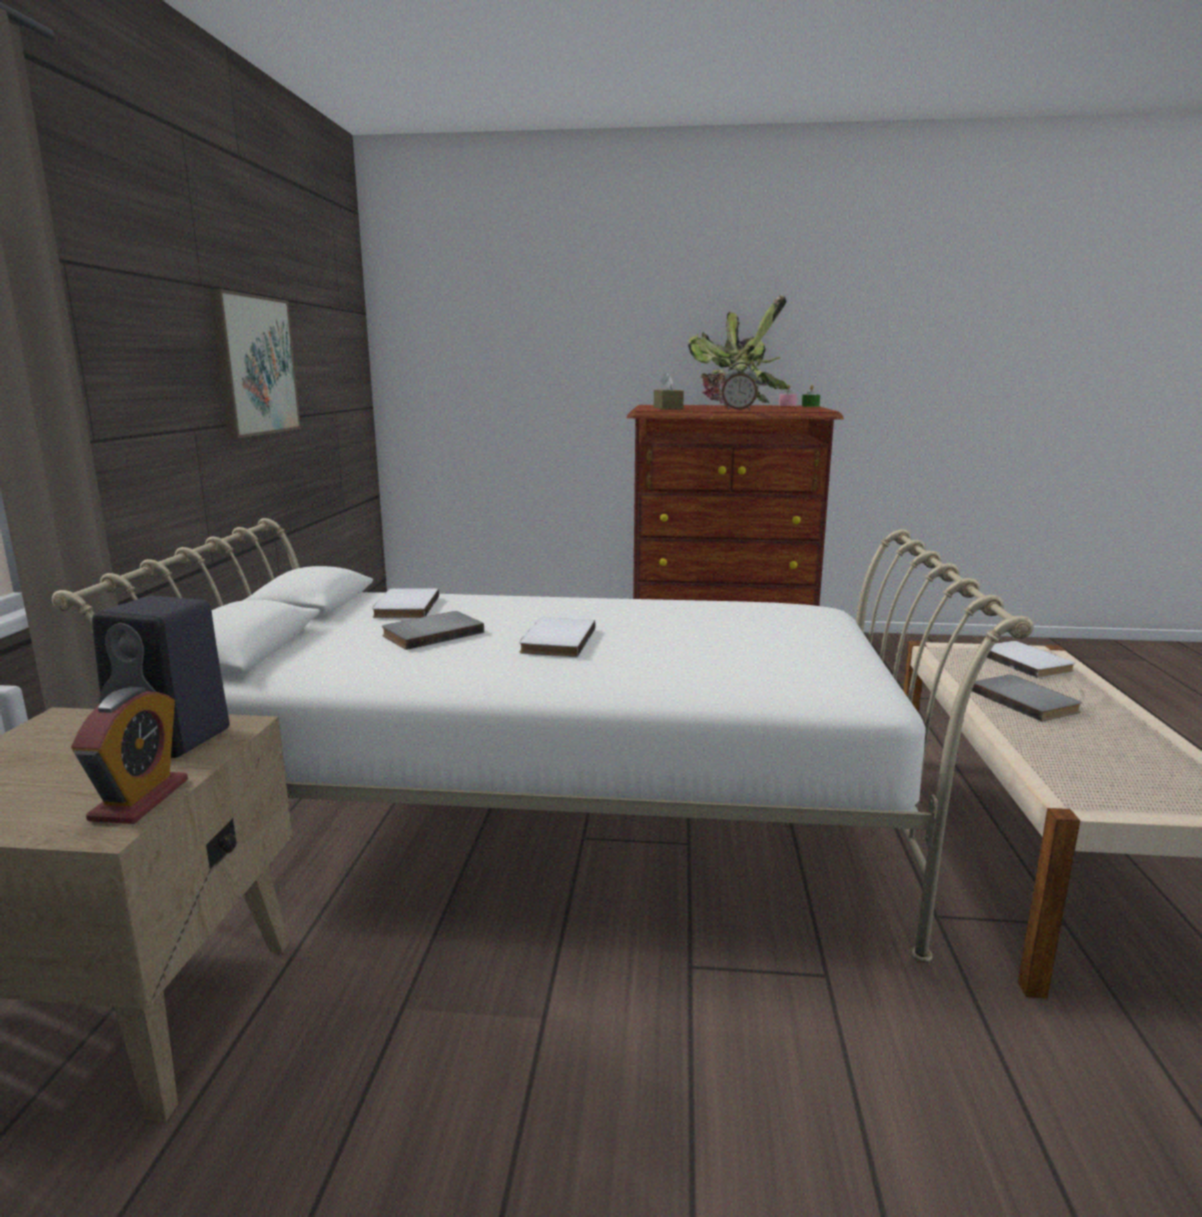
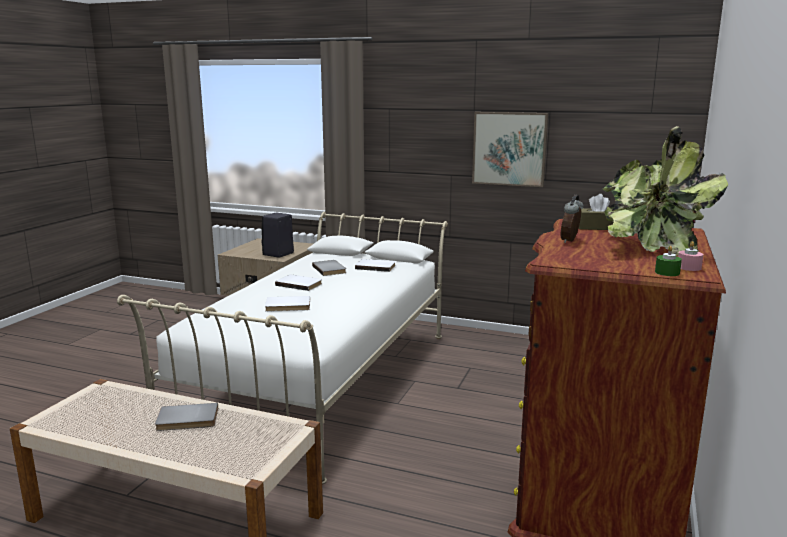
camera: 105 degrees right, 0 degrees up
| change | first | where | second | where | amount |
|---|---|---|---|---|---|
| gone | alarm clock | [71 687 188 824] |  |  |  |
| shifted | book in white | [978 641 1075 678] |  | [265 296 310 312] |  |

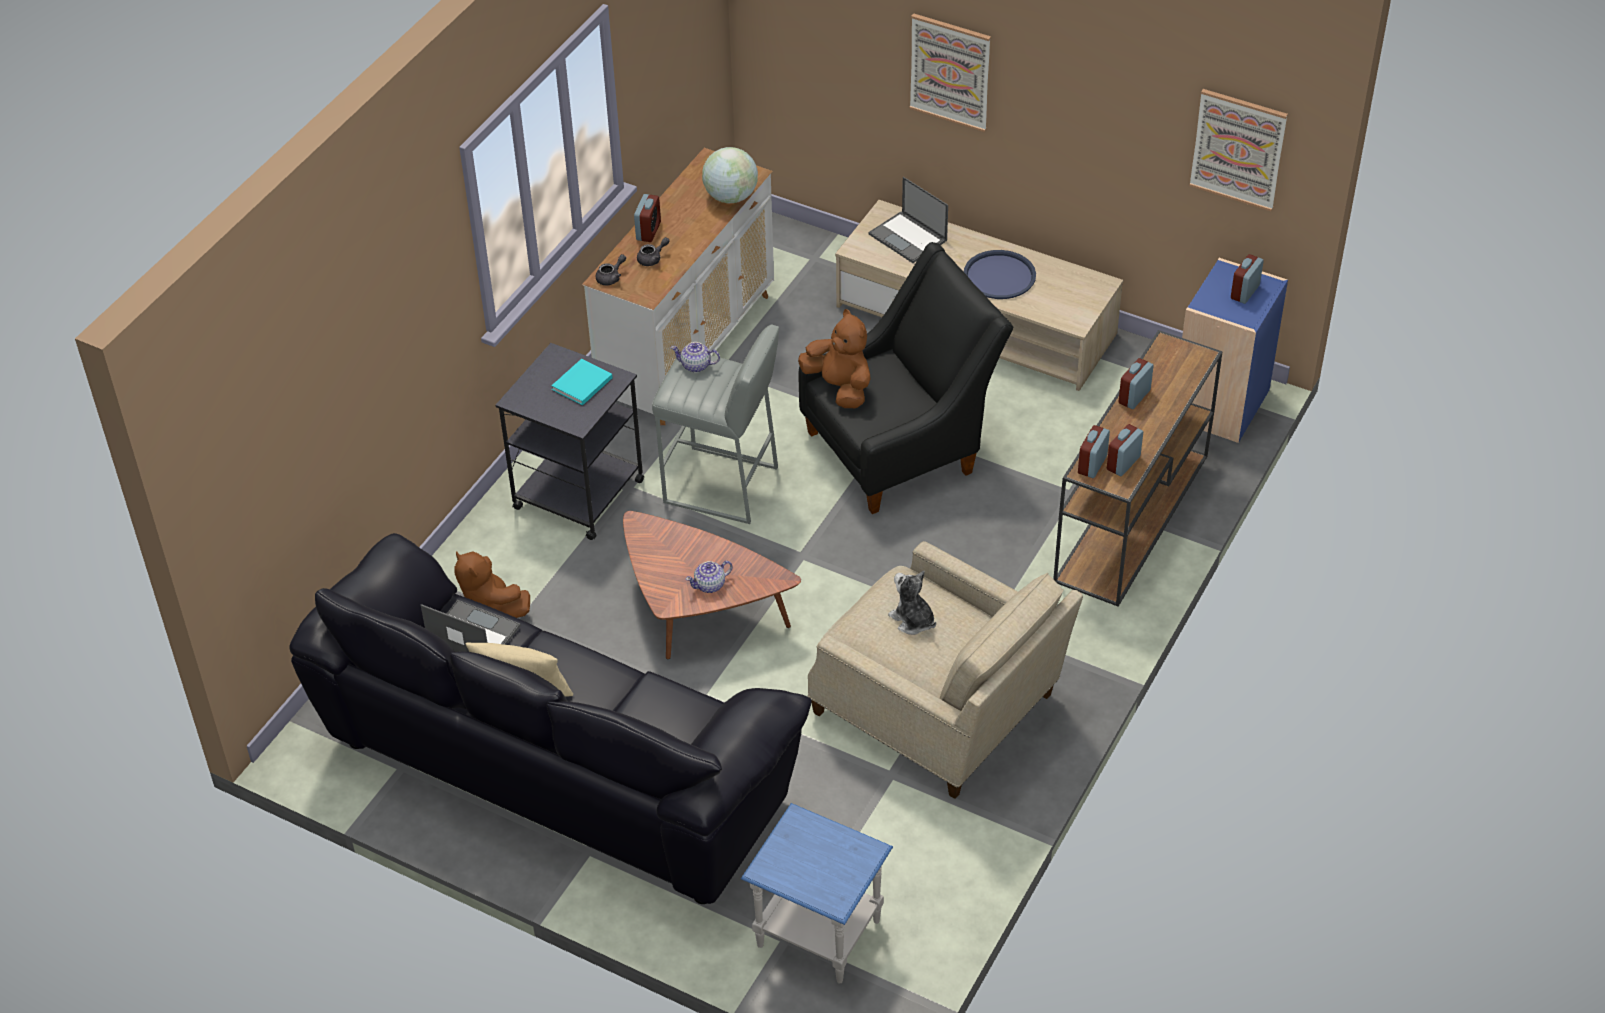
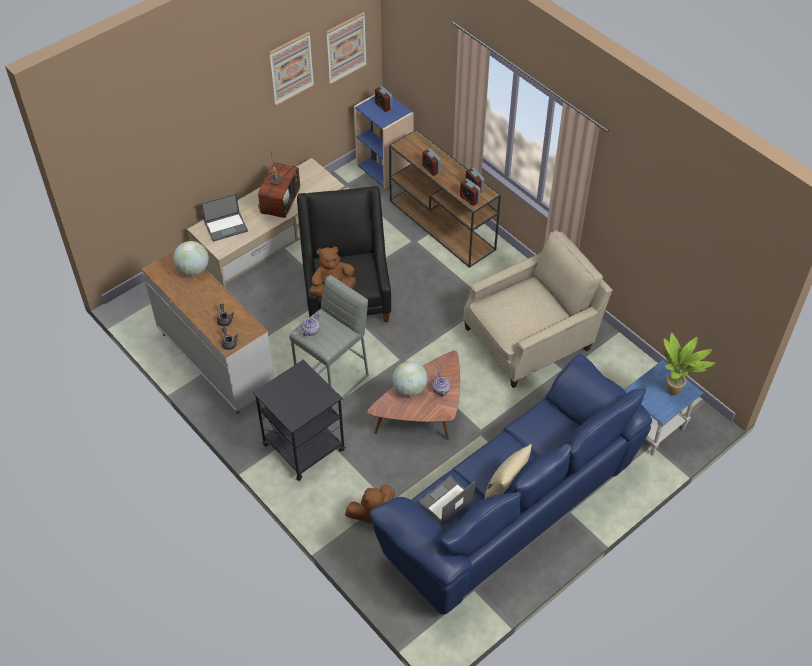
camera: 70 degrees left, 5 degrees up
| change | first | where | second | where | amount |
|---|---|---|---|---|---|
| gone | book in turquoise | [551 359 613 405] |  |  |  |
| gone | alarm clock | [634 194 661 242] |  |  |  |
| gone | plush toy | [888 571 936 635] |  |  |  |
| new |  |  | globe | [392 361 428 396] |  |
| new |  |  | potted plant | [664 333 715 395] |  |
| shifted | picture | [909 13 991 132] |  | [269 32 314 106] |  |
| swapped | tray in blue | [964 250 1036 299] | television | [258 153 300 218] |  |
| repainted | sofa in black | [289 533 812 904] | sofa in blue | [369 354 652 615] |  |

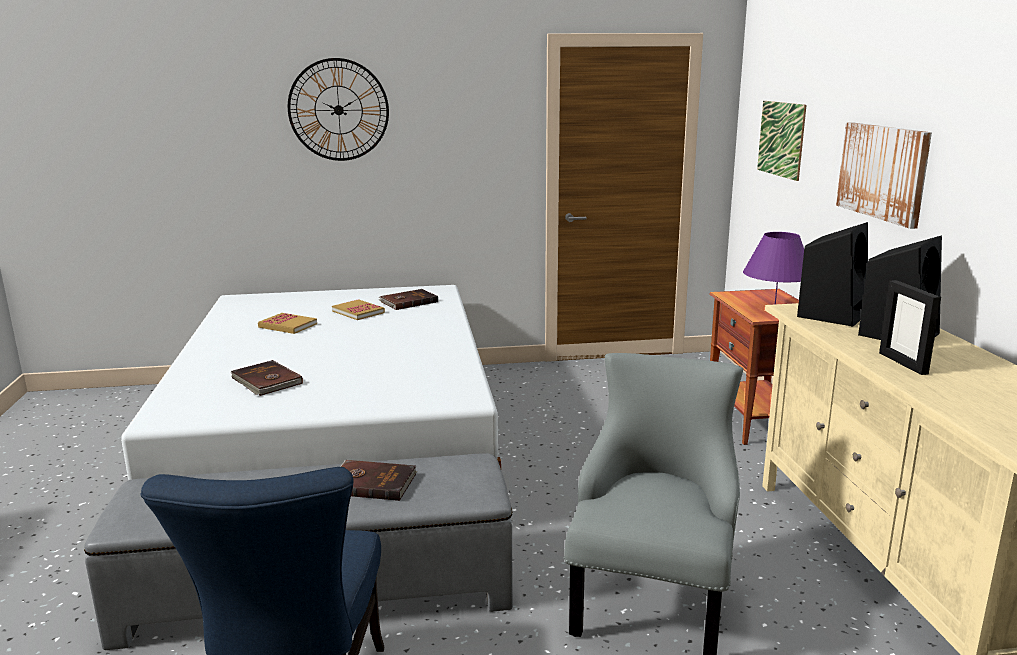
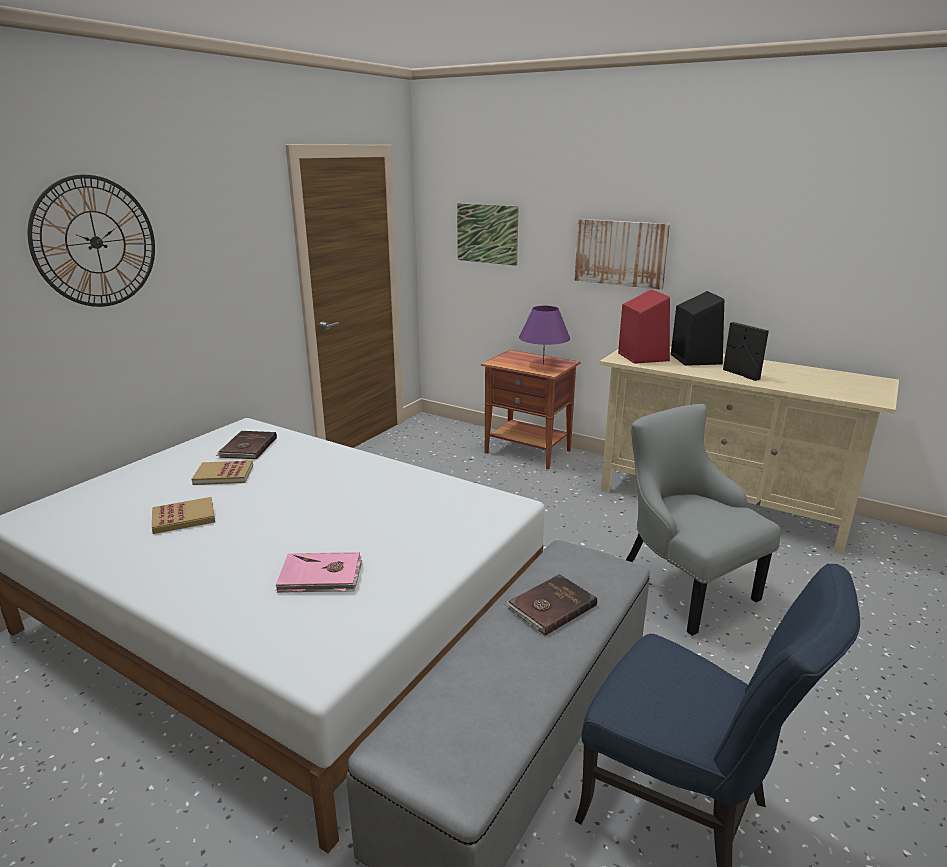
camera: 50 degrees left, 5 degrees up
| change | first | where | second | where | amount |
|---|---|---|---|---|---|
| repainted | book in brown | [231 360 303 396] | book in pink | [275 552 362 593] |  |
| repainted | speaker in black | [797 222 868 327] | speaker in red | [618 289 670 364] |  |
| rotated | picture frame | [879 280 941 375] |  | [723 322 769 381] | 150 degrees counterclockwise |

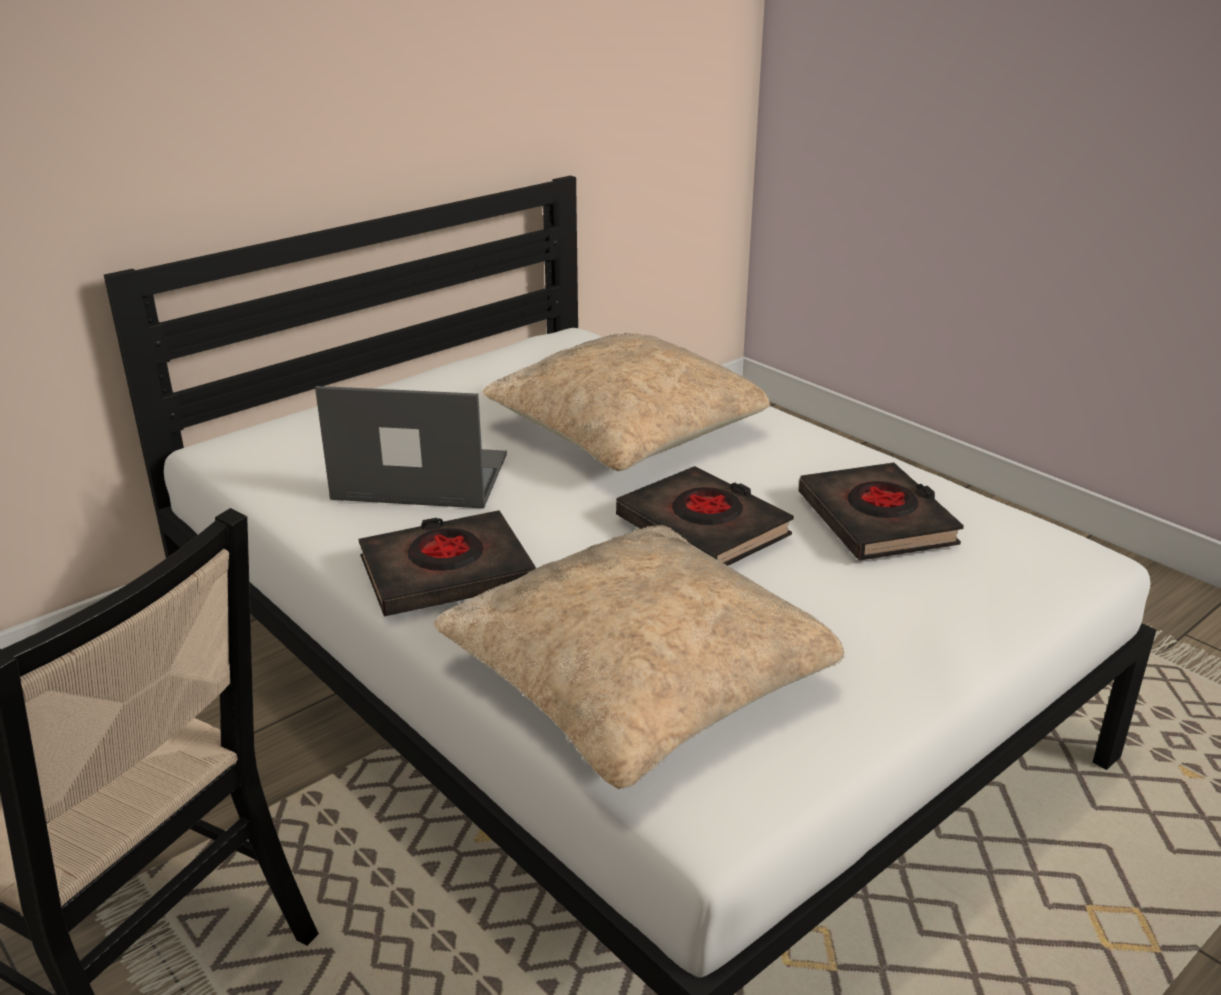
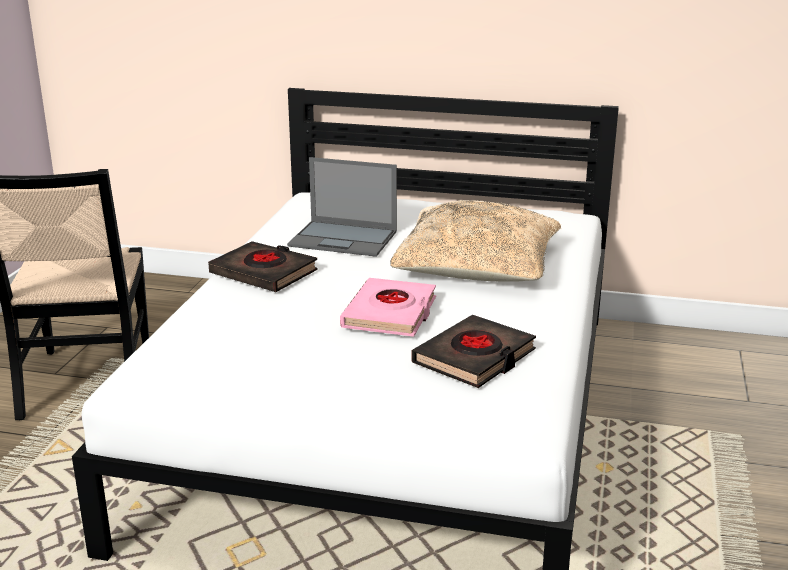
camera: 55 degrees right, 5 degrees down
| change | first | where | second | where | amount |
|---|---|---|---|---|---|
| gone | pillow in beige | [433 525 845 789] |  |  |  |
| repainted | book in black | [616 466 794 566] | book in pink | [340 278 436 337] |  |
| rotated | laptop | [315 386 507 509] |  | [287 157 397 257] | 135 degrees clockwise |

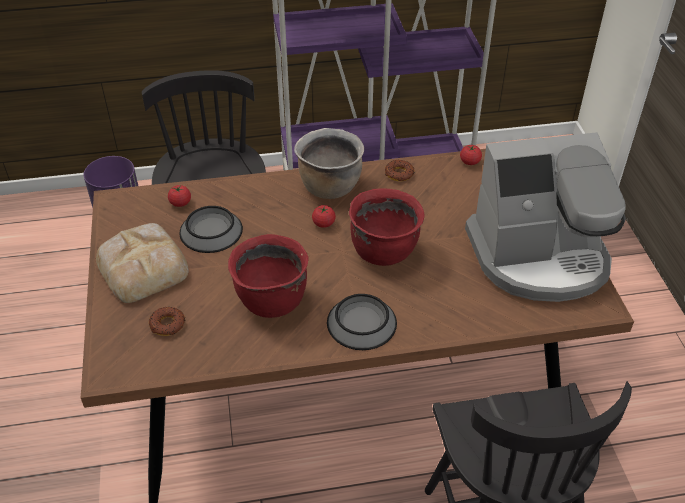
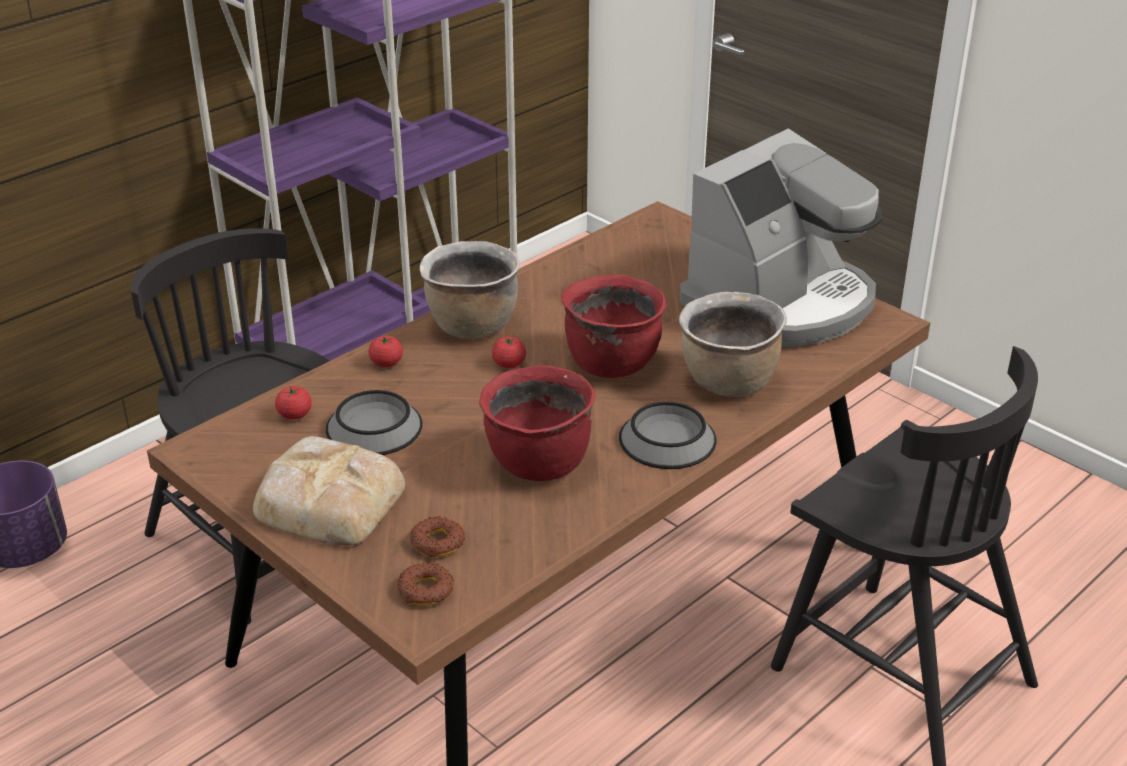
camera: 35 degrees left, 10 degrees down
| change | first | where | second | where | amount |
|---|---|---|---|---|---|
| new |  |  | cooking pot in brown | [679 292 787 397] |  |
| shifted | donut | [385 160 414 181] |  | [397 563 454 606] |  |
| shifted | tomato | [460 145 482 165] |  | [369 336 403 367] |  |

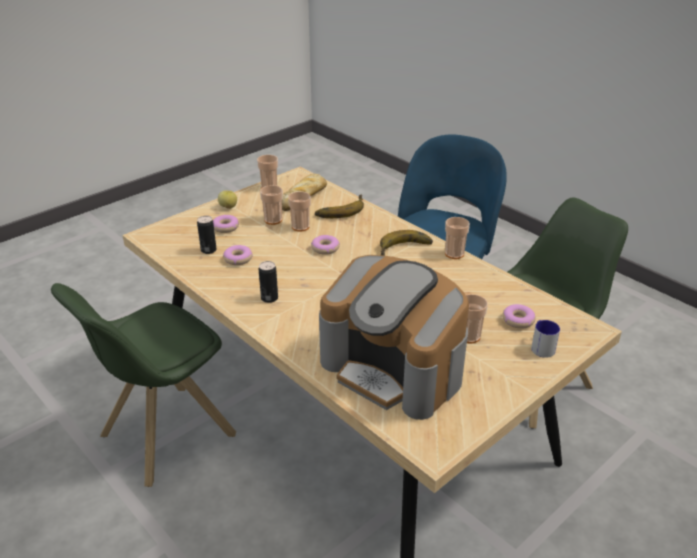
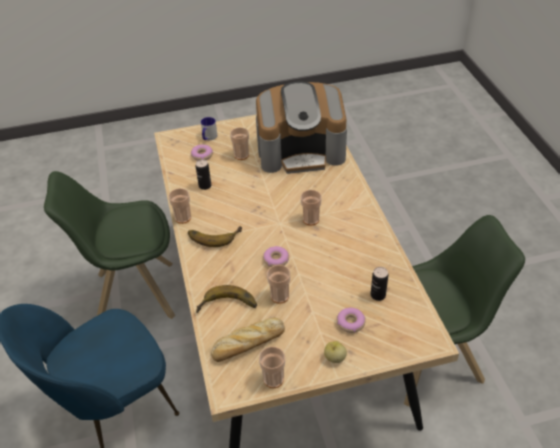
camera: 150 degrees left, 10 degrees up
| change | first | where | second | where | amount |
|---|---|---|---|---|---|
| gone | donut | [223 245 252 265] |  |  |  |
| shifted | can | [259 261 278 303] |  | [195 159 211 190] |  |
| shifted | cup | [260 185 283 225] |  | [301 190 322 225] |  |
| rotated | coffee machine | [319 255 469 420] |  | [256 82 347 174] | 105 degrees clockwise |

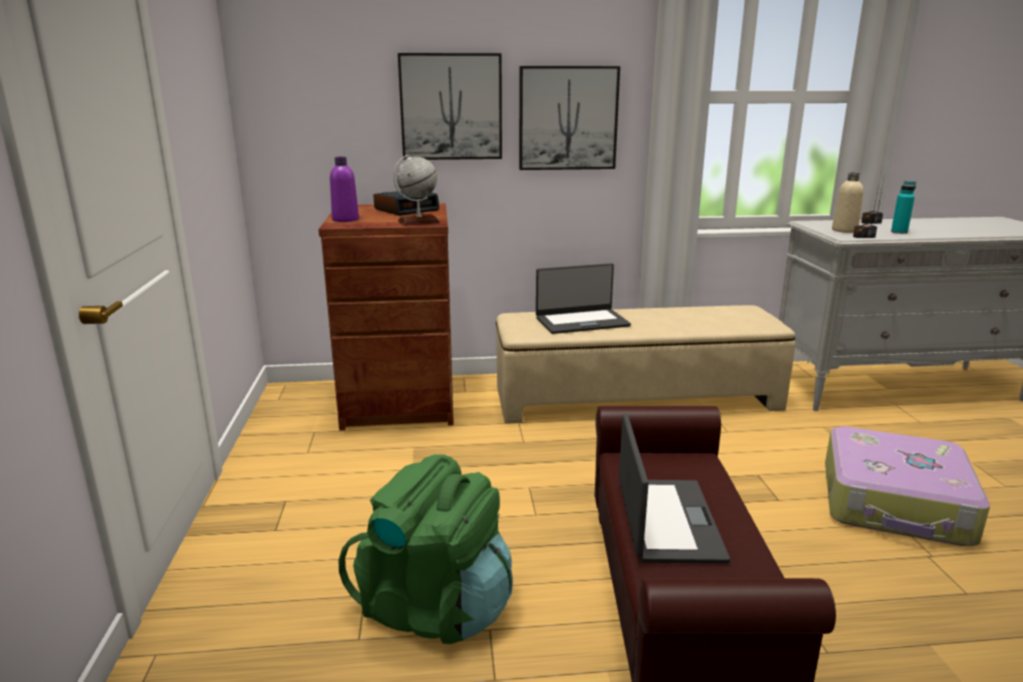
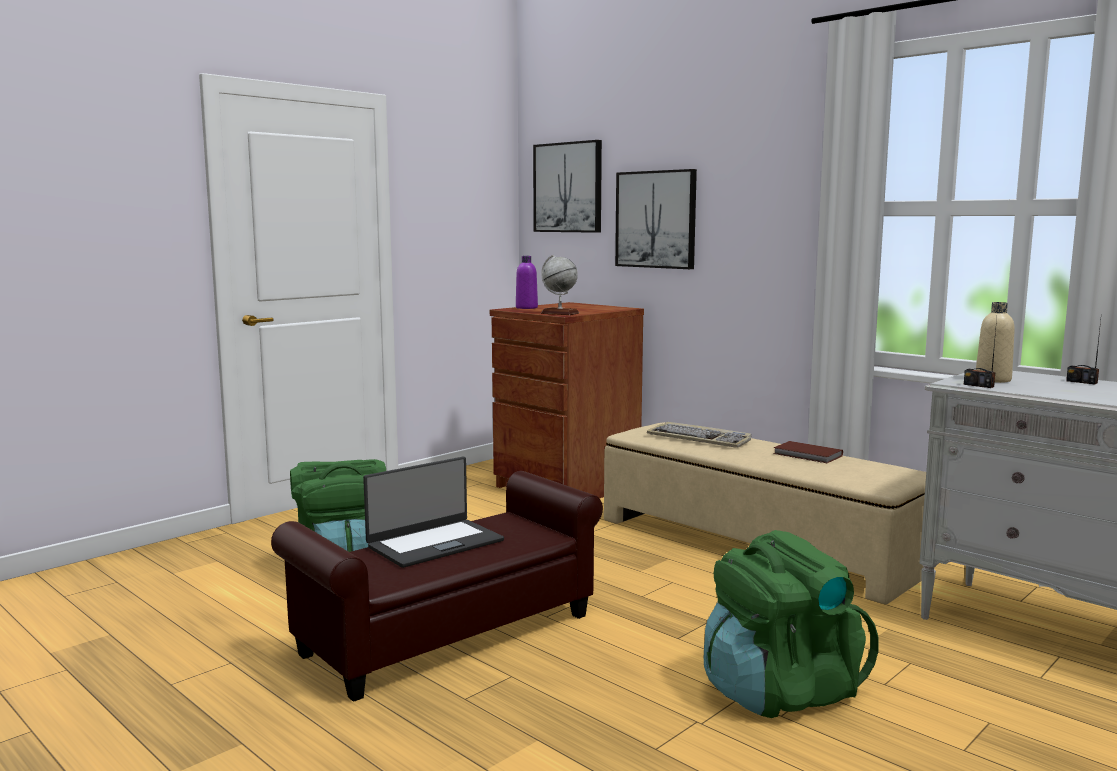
camera: 50 degrees right, 10 degrees down
| change | first | where | second | where | amount |
|---|---|---|---|---|---|
| gone | alarm clock | [373 191 440 216] |  |  |  |
| gone | bottle in turquoise | [891 181 916 234] |  |  |  |
| new |  |  | book in brown | [774 441 843 463] |  |
| shifted | picture | [519 66 620 170] |  | [533 140 602 233] |  |
| swapped | laptop | [536 263 631 334] | keyboard | [647 422 751 448] |  |
| swapped | suitcase | [825 426 990 546] | backpack in green | [704 530 879 718] |  |

